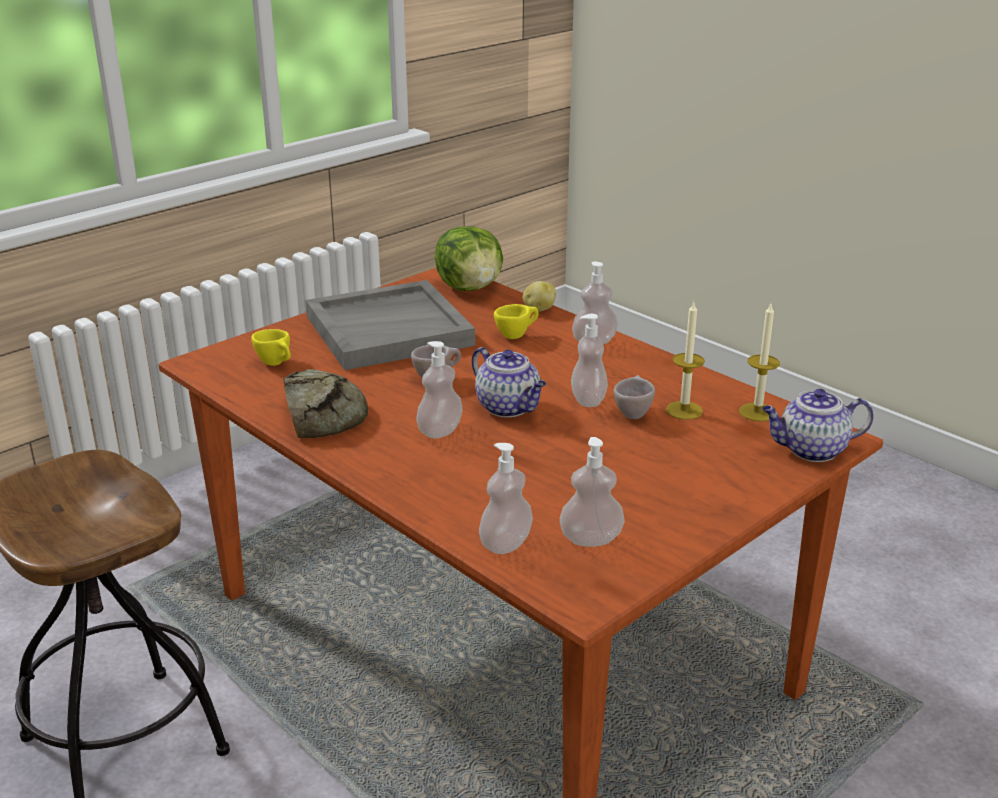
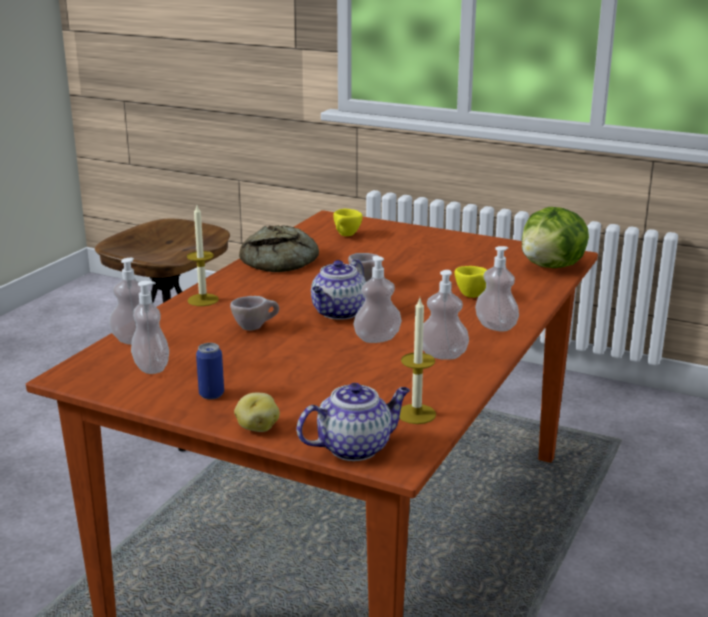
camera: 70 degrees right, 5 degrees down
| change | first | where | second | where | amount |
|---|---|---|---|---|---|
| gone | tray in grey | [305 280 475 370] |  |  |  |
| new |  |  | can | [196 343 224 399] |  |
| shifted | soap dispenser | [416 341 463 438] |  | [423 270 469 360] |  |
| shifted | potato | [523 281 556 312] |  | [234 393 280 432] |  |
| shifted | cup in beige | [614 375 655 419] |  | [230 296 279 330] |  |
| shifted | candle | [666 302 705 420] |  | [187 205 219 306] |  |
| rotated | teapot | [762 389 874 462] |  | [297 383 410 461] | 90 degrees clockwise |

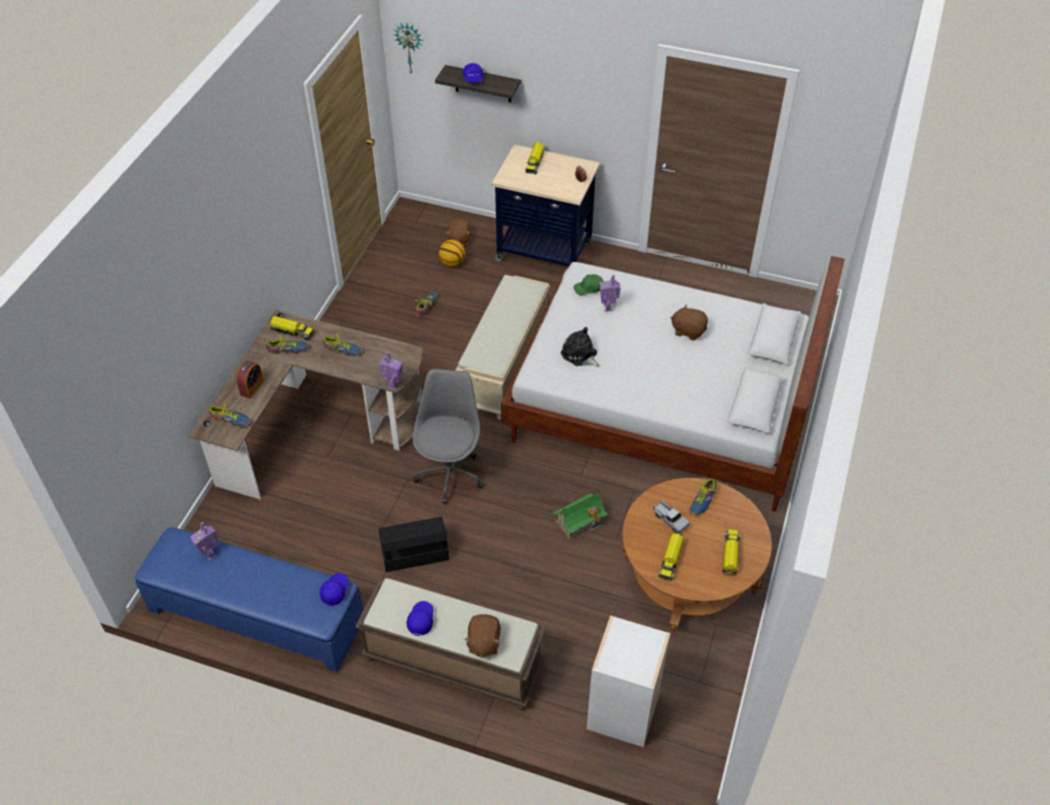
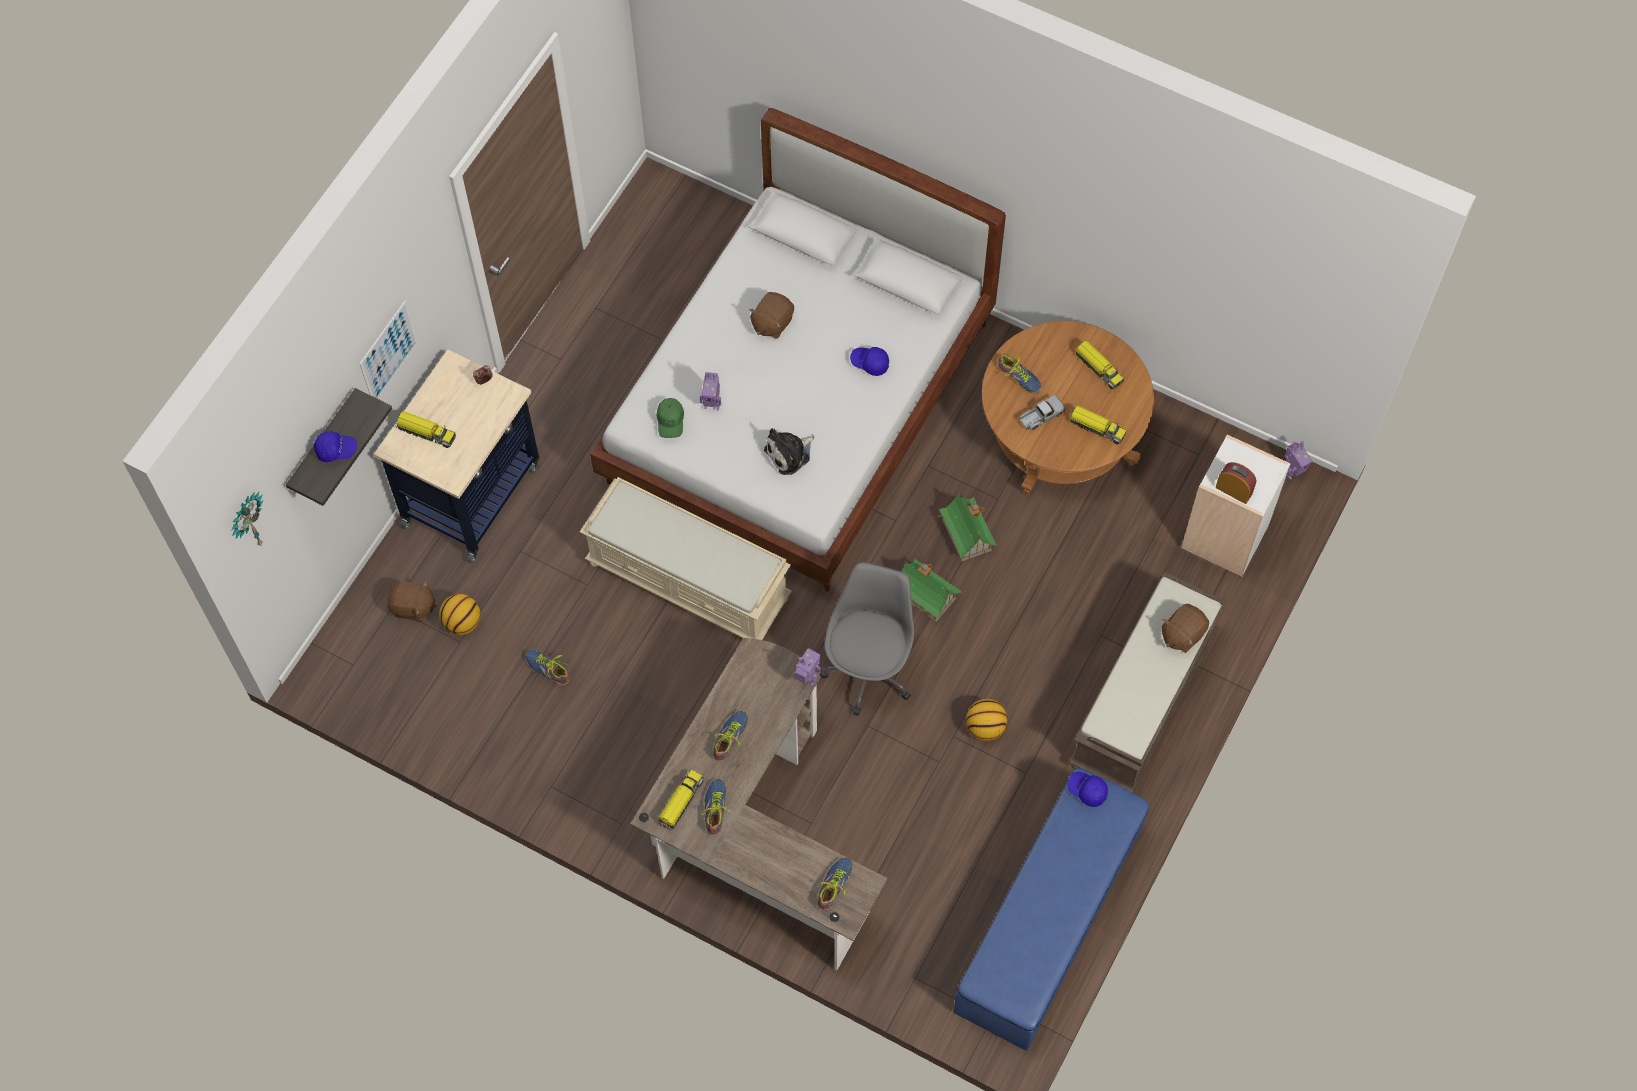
camera: 80 degrees left, 15 degrees up
| change | first | where | second | where | amount |
|---|---|---|---|---|---|
| new |  |  | picture | [359 301 418 399] |  |
| new |  |  | toy house | [902 559 961 622] |  |
| shifted | toy robot | [190 522 218 560] |  | [1285 441 1312 480] |  |
| shifted | alarm clock | [236 361 264 399] |  | [1216 462 1256 504] |  |
| shifted | cap in blue | [407 601 434 636] |  | [850 347 889 376] |  |
| swapped | storage box in black | [379 517 449 572] | basketball | [966 699 1007 741] |  |
| rotated | office chair in grey | [413 369 484 504] |  | [820 562 914 716] | 90 degrees clockwise |
| rotated | plush toy in brown | [464 614 501 658] |  | [1162 604 1209 653] | 120 degrees clockwise |
| rotated | toy truck | [722 529 740 576] |  | [1074 340 1124 389] | 150 degrees counterclockwise |

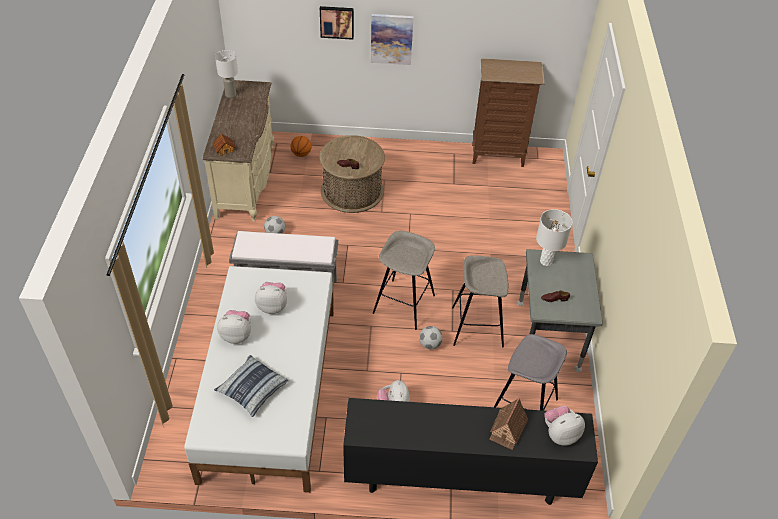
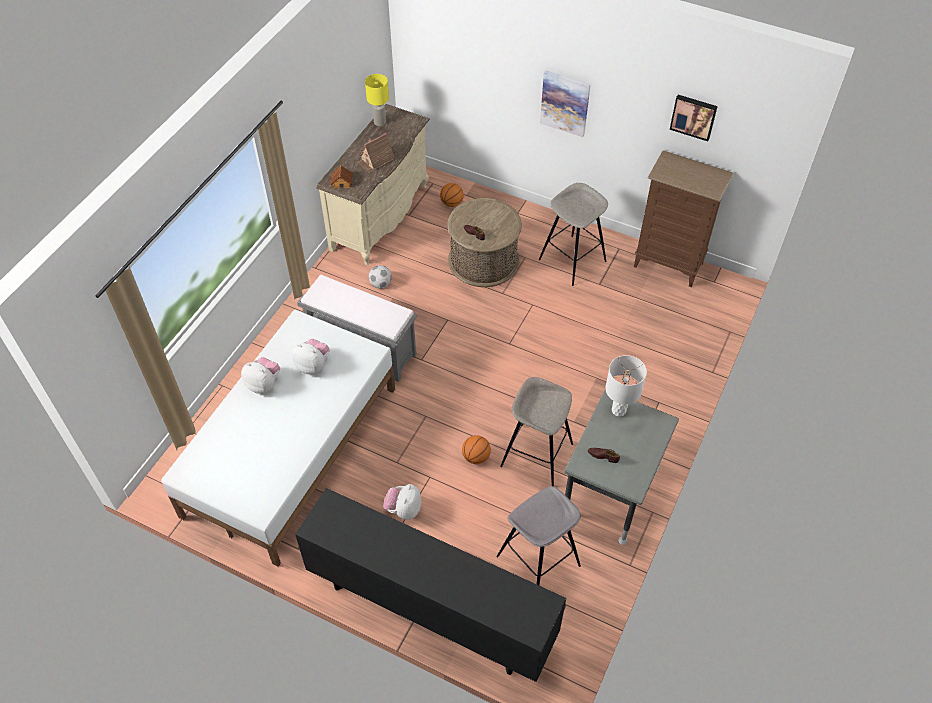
camera: 25 degrees right, 5 degrees up
| change | first | where | second | where | amount |
|---|---|---|---|---|---|
| gone | pillow | [214 355 289 417] |  |  |  |
| gone | plush toy | [544 406 585 446] |  |  |  |
| shifted | picture | [320 6 354 40] |  | [670 95 718 141] |  |
| shifted | stool in grey | [373 231 435 330] |  | [539 183 608 286] |  |
| shifted | toy house | [489 398 528 450] |  | [358 133 395 172] |  |
| swapped | football | [419 326 443 350] | basketball | [462 435 491 464] |  |
| repainted | table lamp in white | [215 50 238 98] | table lamp in yellow | [365 74 389 126] |  |

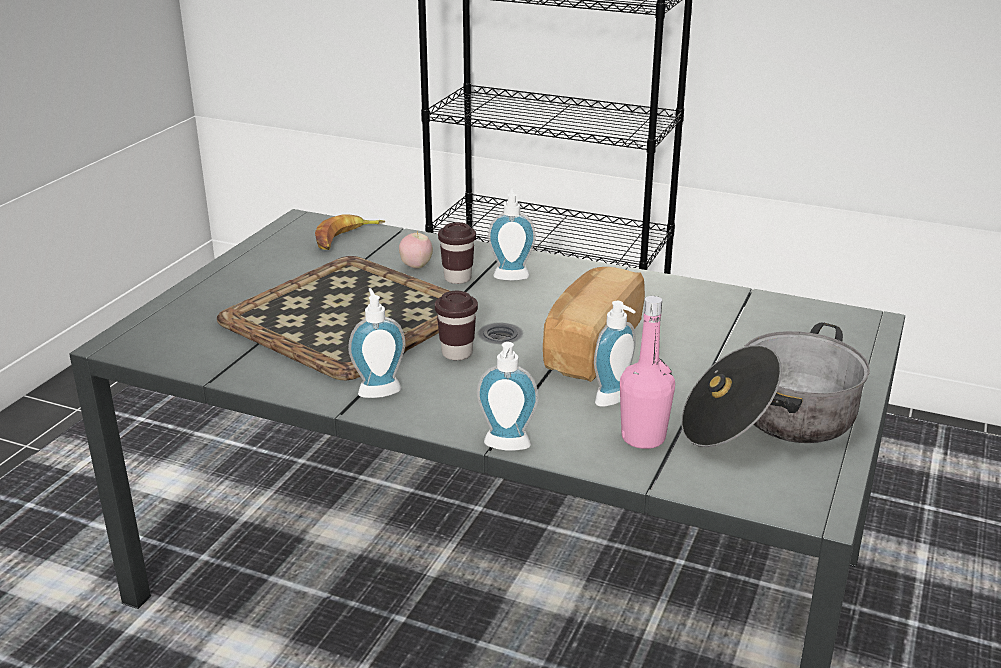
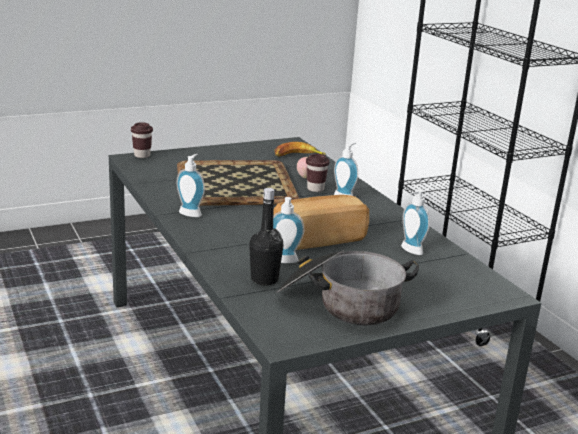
camera: 40 degrees right, 5 degrees down
| change | first | where | second | where | amount |
|---|---|---|---|---|---|
| shifted | cup in brown | [435 291 478 360] |  | [131 122 153 158] |  |
| shifted | soap dispenser | [477 342 539 451] |  | [401 189 430 255] |  |
| repainted | bottle in pink | [620 296 675 449] | bottle in black | [249 188 284 286] |  |

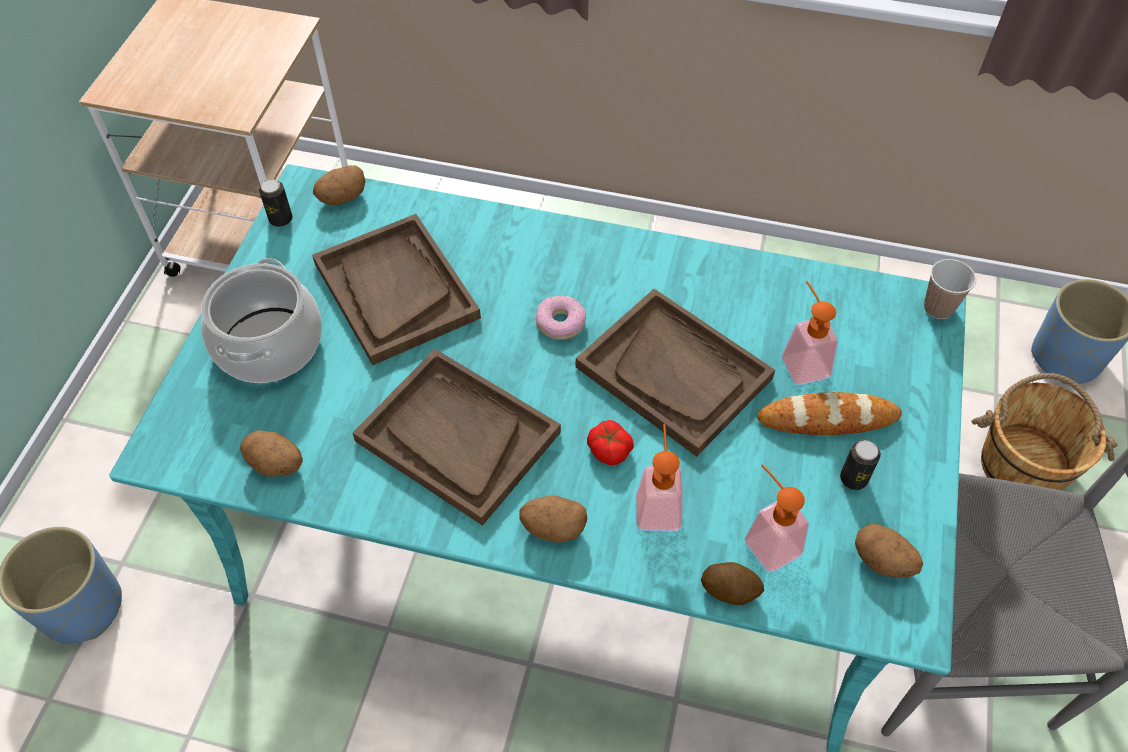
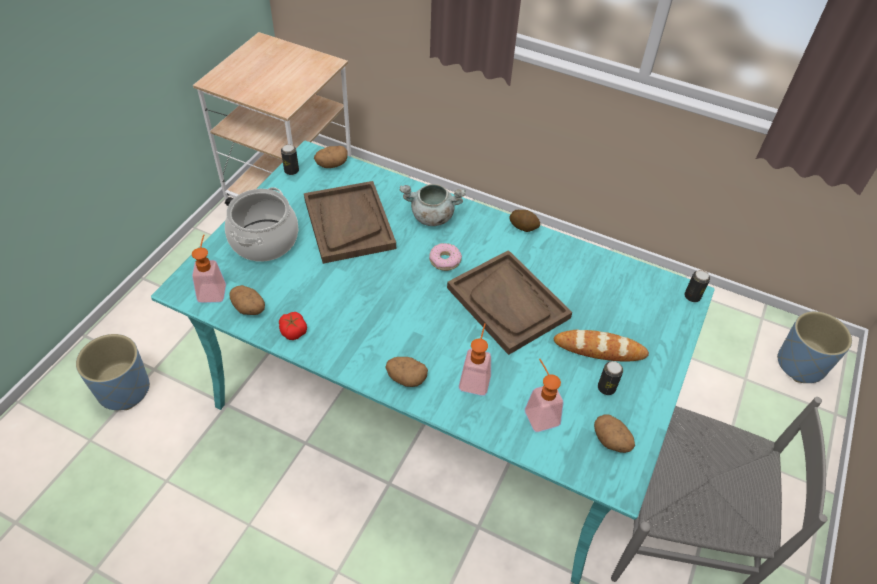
camera: 10 degrees right, 5 degrees down
| change | first | where | second | where | amount |
|---|---|---|---|---|---|
| gone | tray in brown | [353 349 561 526] |  |  |  |
| gone | bucket in brown | [972 373 1117 490] |  |  |  |
| new |  |  | cooking pot in grey | [399 184 466 226] |  |
| shifted | tomato | [587 420 634 466] |  | [279 312 307 340] |  |
| shifted | potato | [701 562 764 605] |  | [510 210 540 232] |  |
| shifted | soap dispenser | [782 281 838 385] |  | [192 234 226 303] |  |
| swapped | cup | [924 259 976 319] | can | [684 270 710 302] |  |

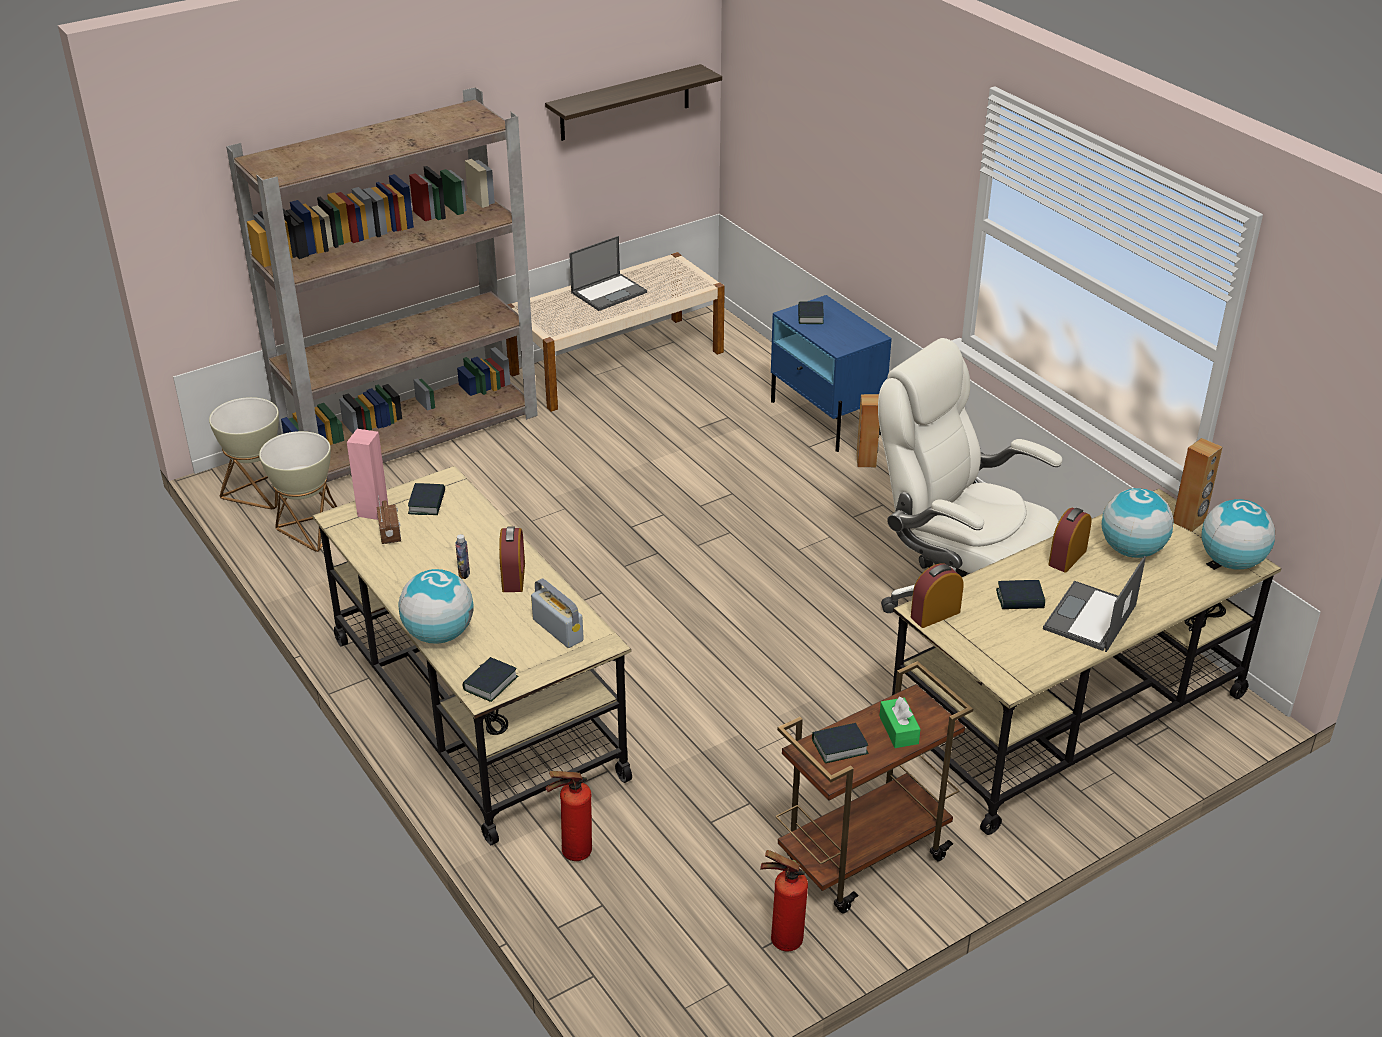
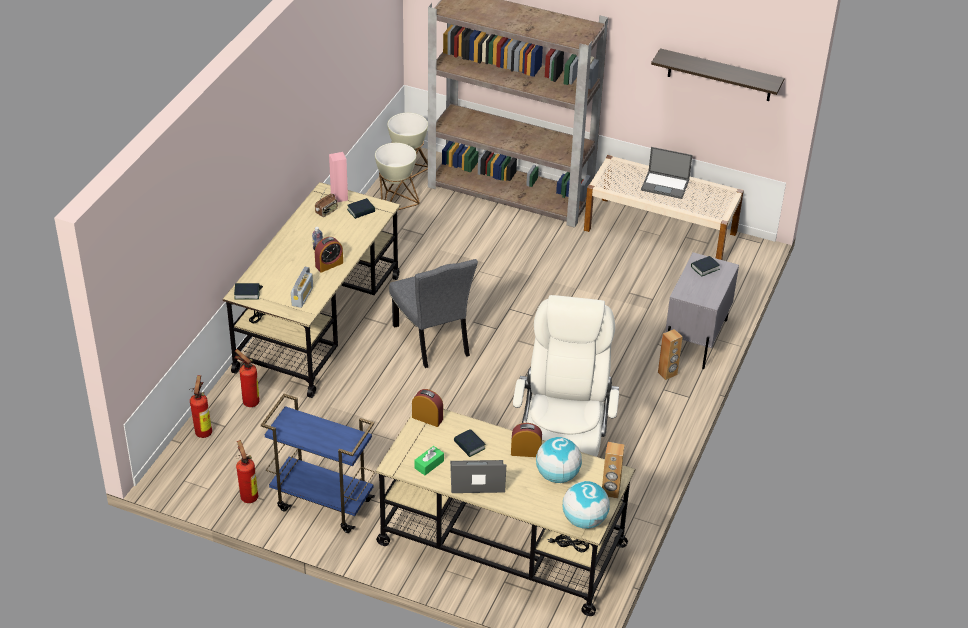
camera: 55 degrees right, 5 degrees up
| change | first | where | second | where | amount |
|---|---|---|---|---|---|
| gone | globe | [398 569 474 644] |  |  |  |
| gone | book | [812 723 869 763] |  |  |  |
| new |  |  | fire extinguisher | [189 375 212 438] |  |
| new |  |  | chair in grey | [389 259 478 368] |  |
| shifted | tissue box in green | [879 696 920 748] |  | [414 446 444 475] |  |
| repainted | nightstand in blue | [771 295 892 452] | nightstand in grey | [665 252 739 369] |  |
| repainted | cart in brown | [776 661 973 914] | cart in blue | [261 394 375 533] |  |

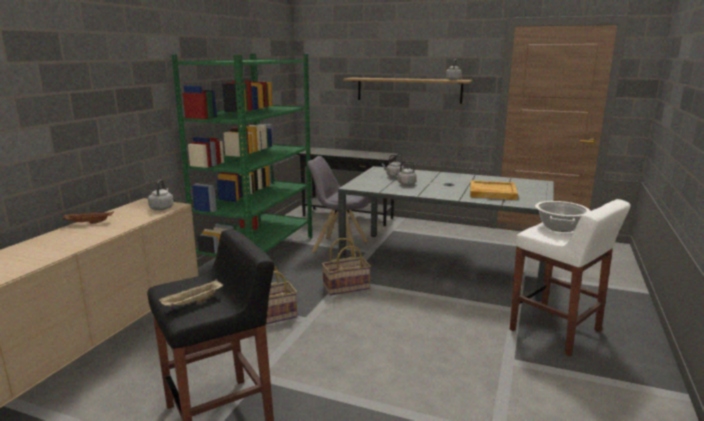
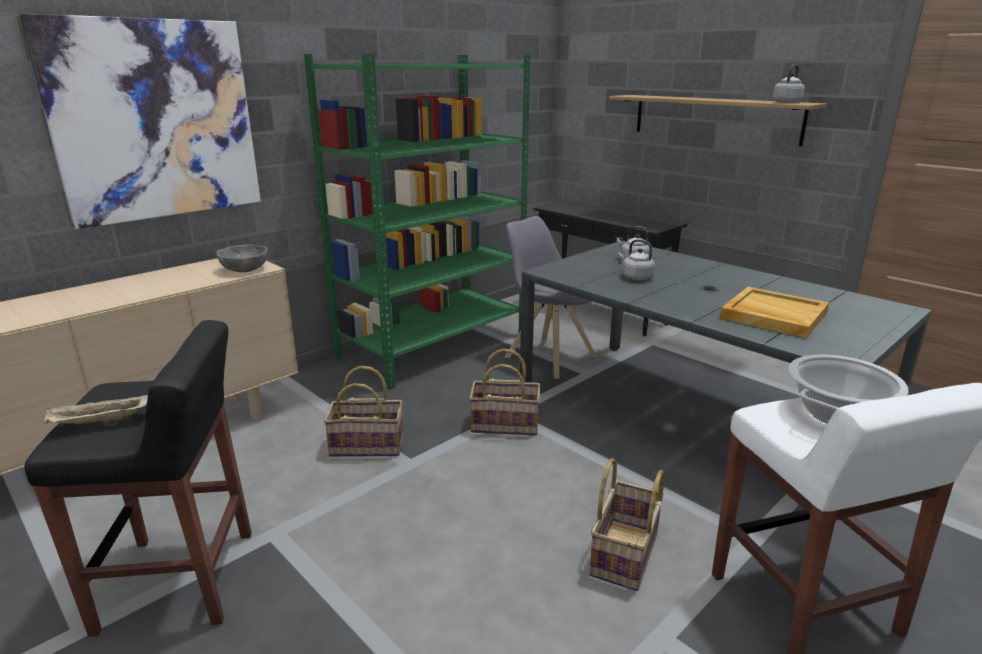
camera: 25 degrees right, 5 degrees up
| change | first | where | second | where | amount |
|---|---|---|---|---|---|
| gone | tray in brown | [62 211 114 224] |  |  |  |
| new |  |  | picture | [20 13 261 229] |  |
| new |  |  | basket | [589 458 664 591] |  |
| swapped | kettle in grey | [148 180 174 210] | bowl in grey | [217 245 268 272] |  |

